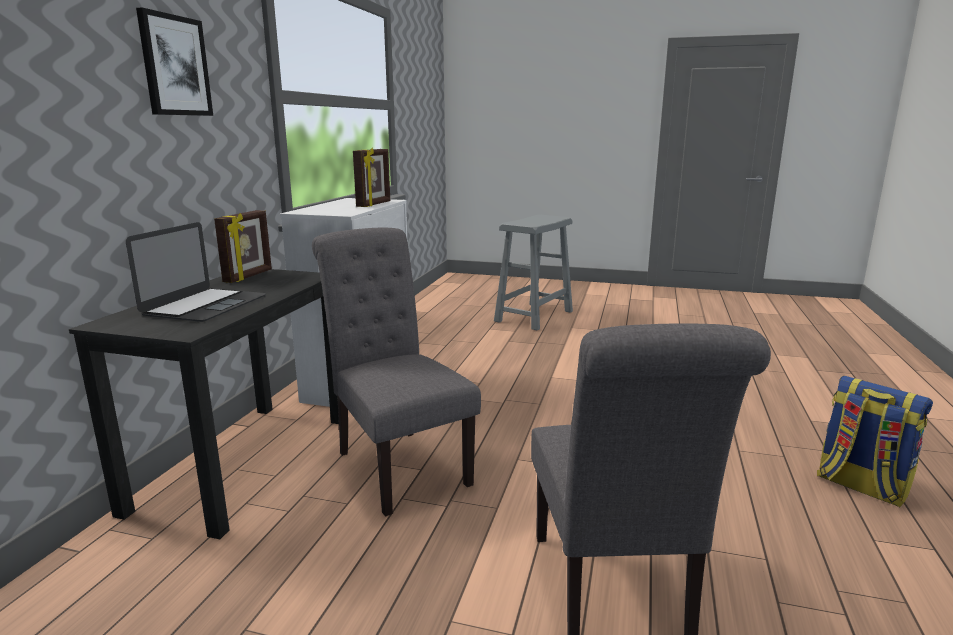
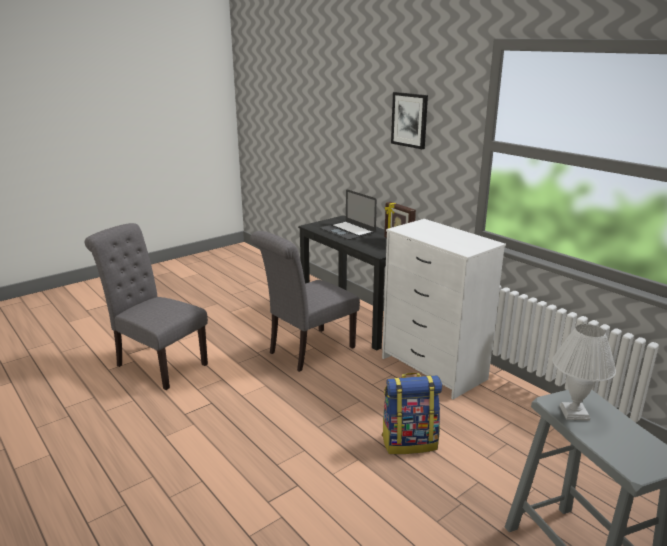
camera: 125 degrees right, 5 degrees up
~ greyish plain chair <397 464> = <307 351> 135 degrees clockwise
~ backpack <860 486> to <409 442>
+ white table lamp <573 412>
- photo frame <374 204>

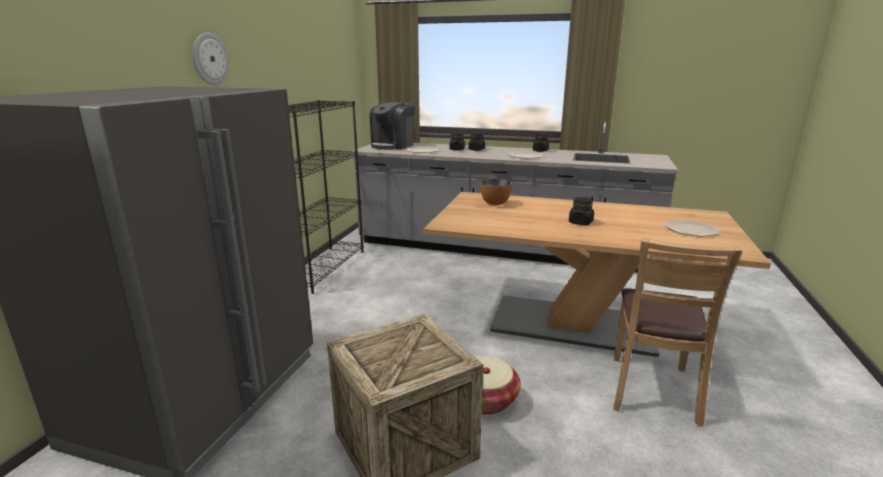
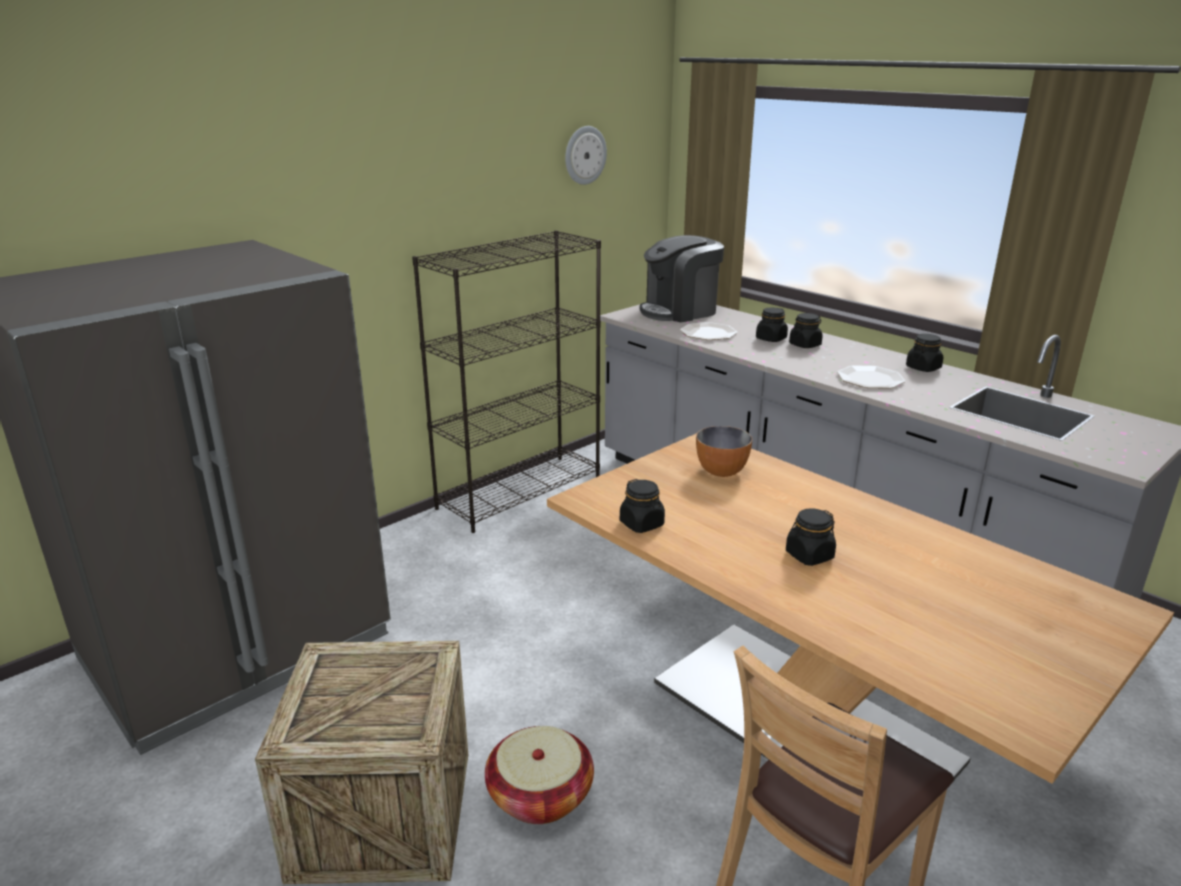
camera: 30 degrees right, 5 degrees up
~ hanging clock <210 59> to <584 155>
+ black-coloured jar <642 524>
- flat dish <691 229>

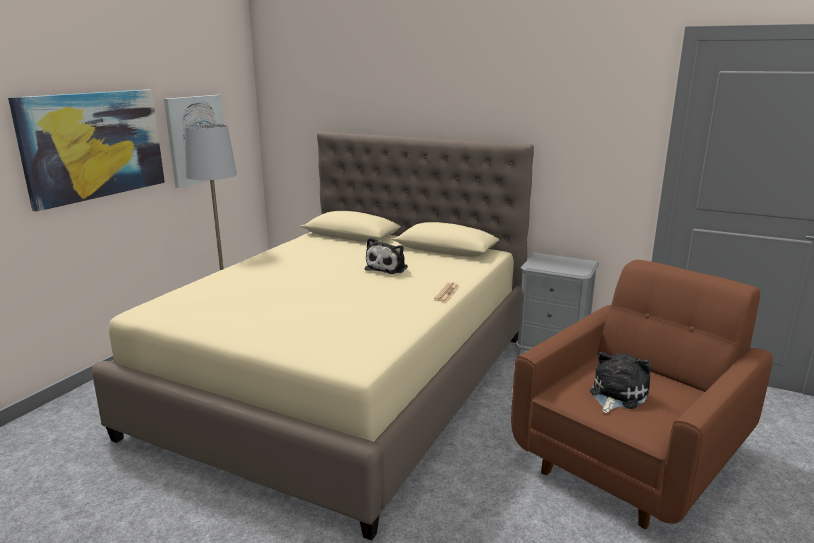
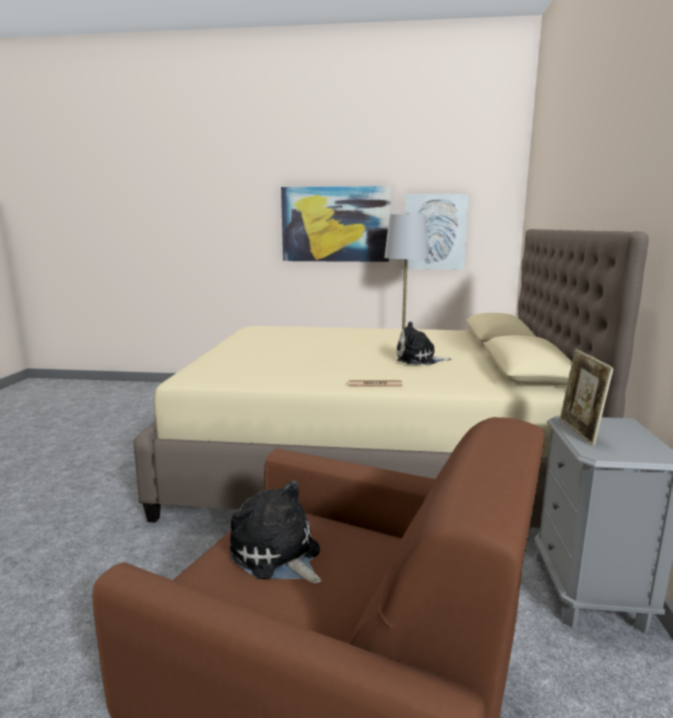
camera: 70 degrees right, 5 degrees down
~ plush toy <616 395> = <277 555> 150 degrees counterclockwise
+ photo frame <579 432>

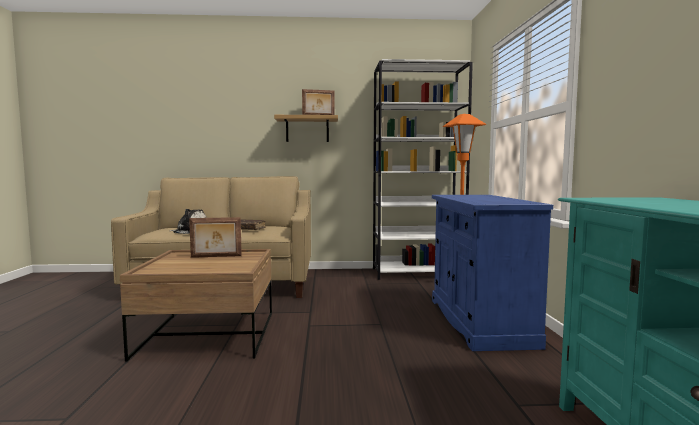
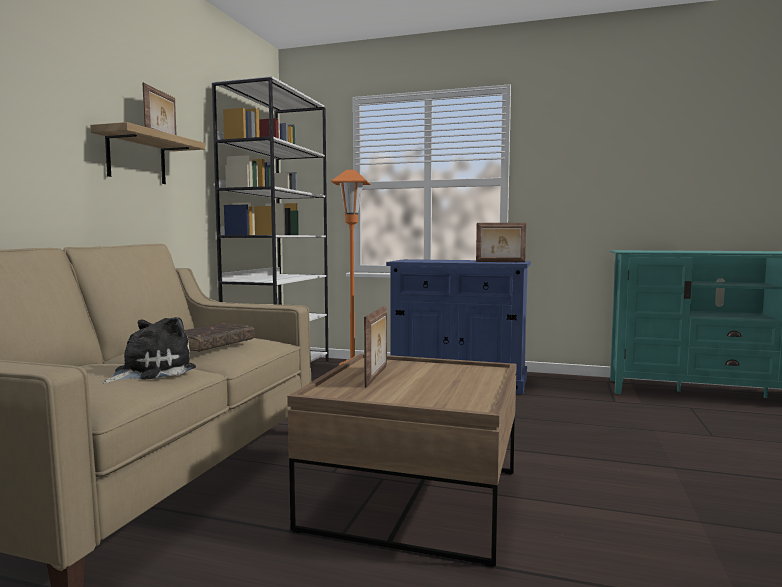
camera: 70 degrees left, 0 degrees up
+ photo frame <500 262>

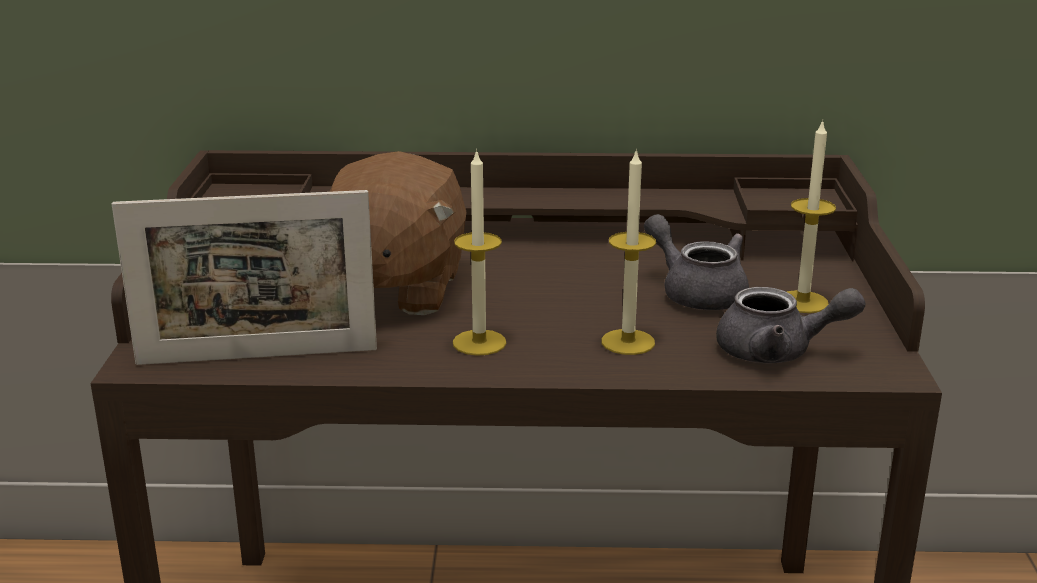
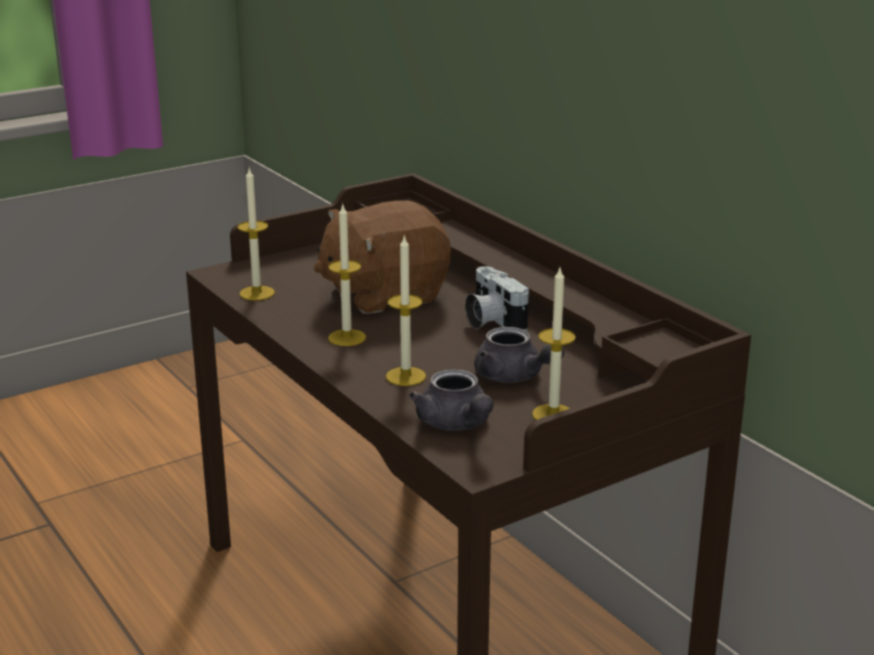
camera: 55 degrees right, 0 degrees up
~ photo frame <257 356> to wax candle <257 293>
+ photo camera <490 321>
~ greyish pot for tea <697 292> = <514 377> 120 degrees clockwise

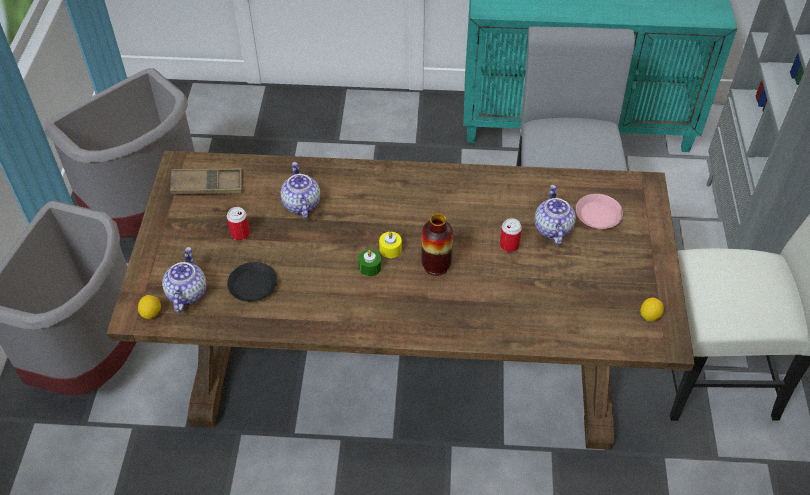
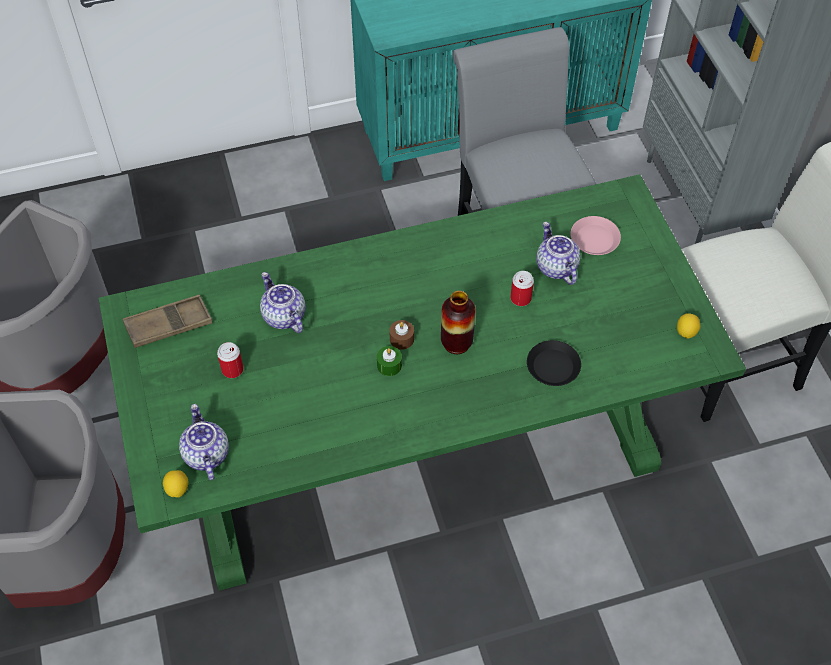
camera: 20 degrees left, 5 degrees up
~ brownish kitchen table <403 355> to green kitchen table <414 439>
~ yellow-coloured wax candle <390 249> to brownish wax candle <401 339>
~ black-coloured flat dish <253 285> to <553 366>

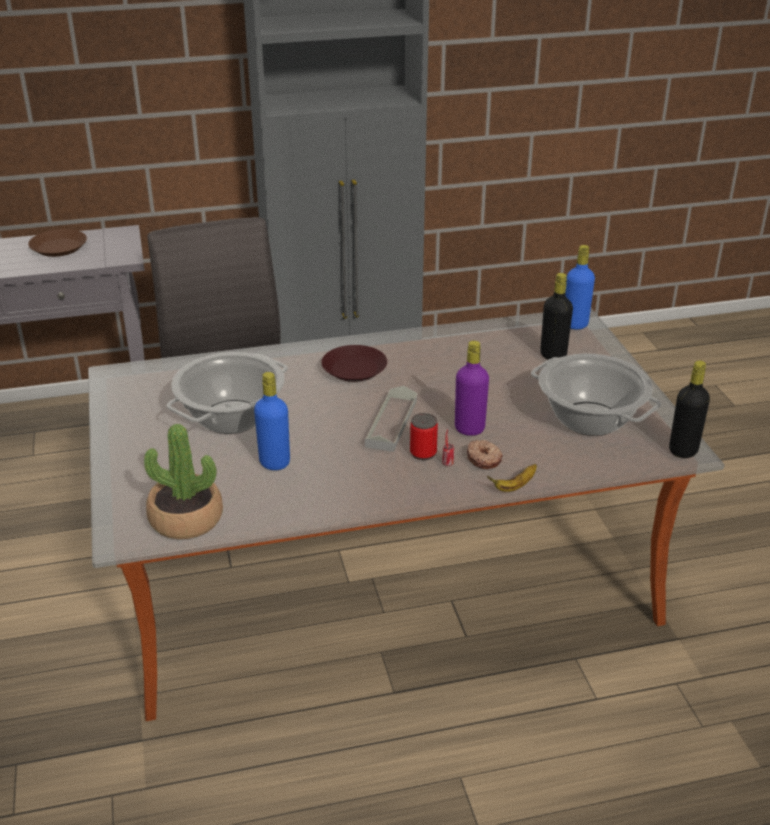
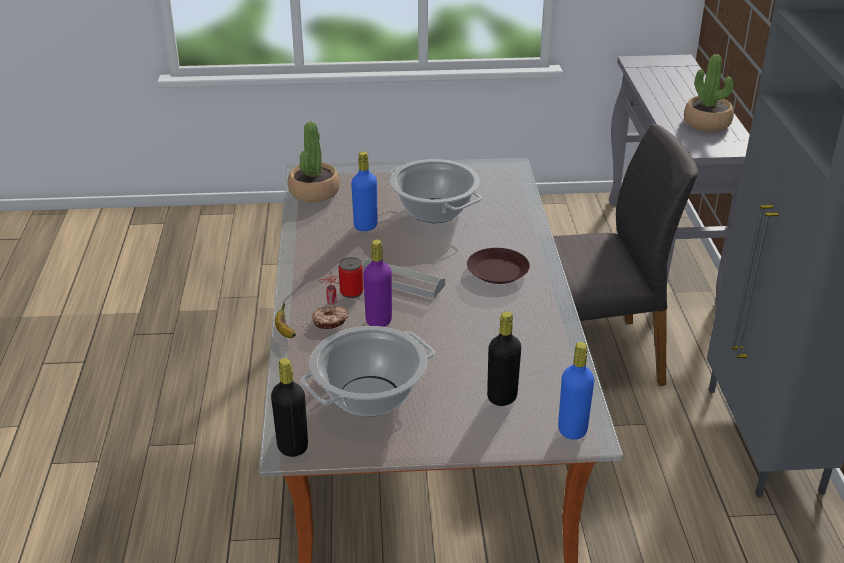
camera: 100 degrees right, 0 degrees up
~ brownish flat dish <59 247> to plant in a pot <707 123>

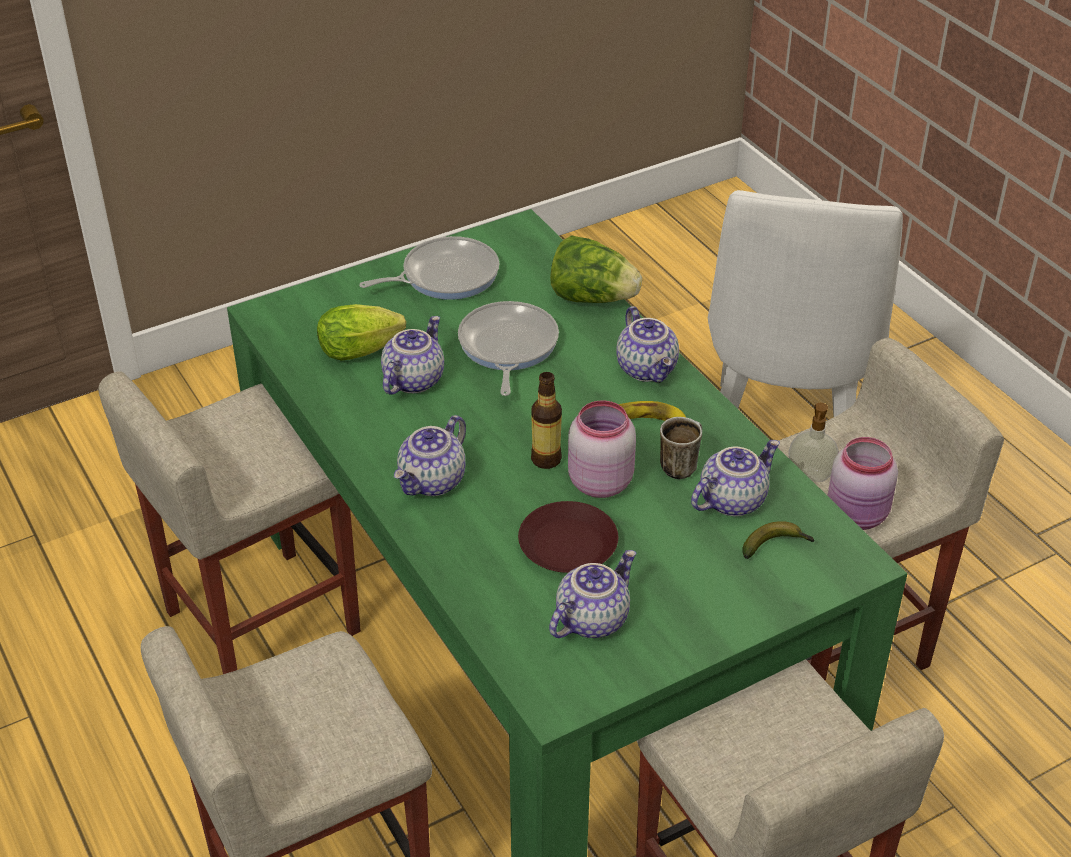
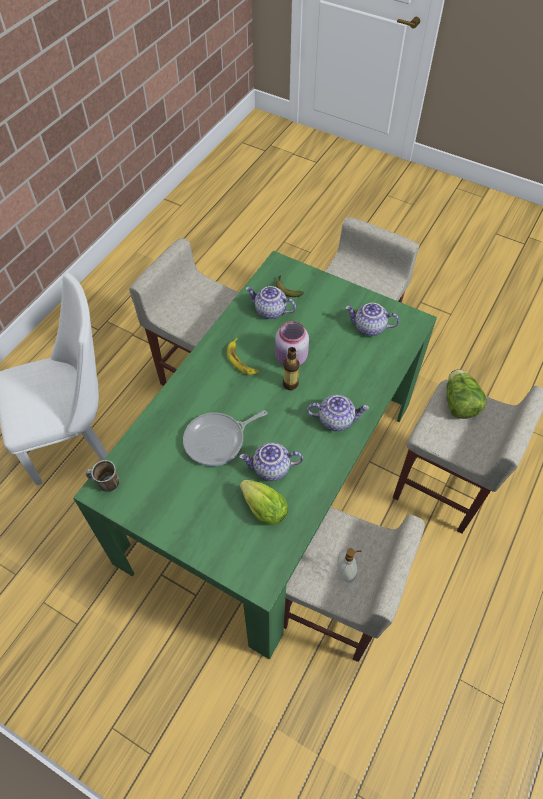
camera: 120 degrees left, 15 degrees up
~ mug <680 465> to <105 484>
~ soap dispenser <810 476> to <346 571>
~ head of lettuce <592 298> to <459 403>
- skillet <445 276>
- brownish flat dish <569 546>
- pot for tea <648 369>
- pink jar <858 516>

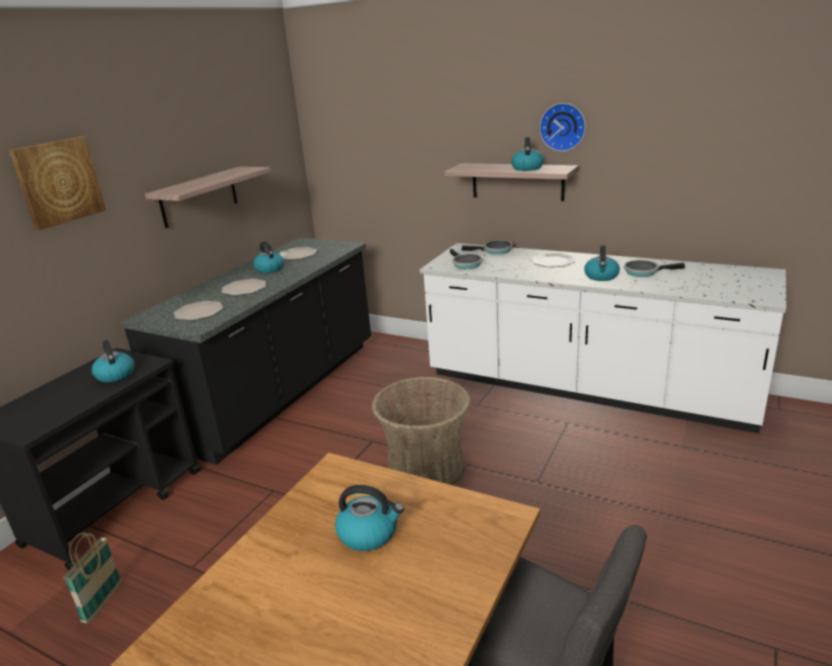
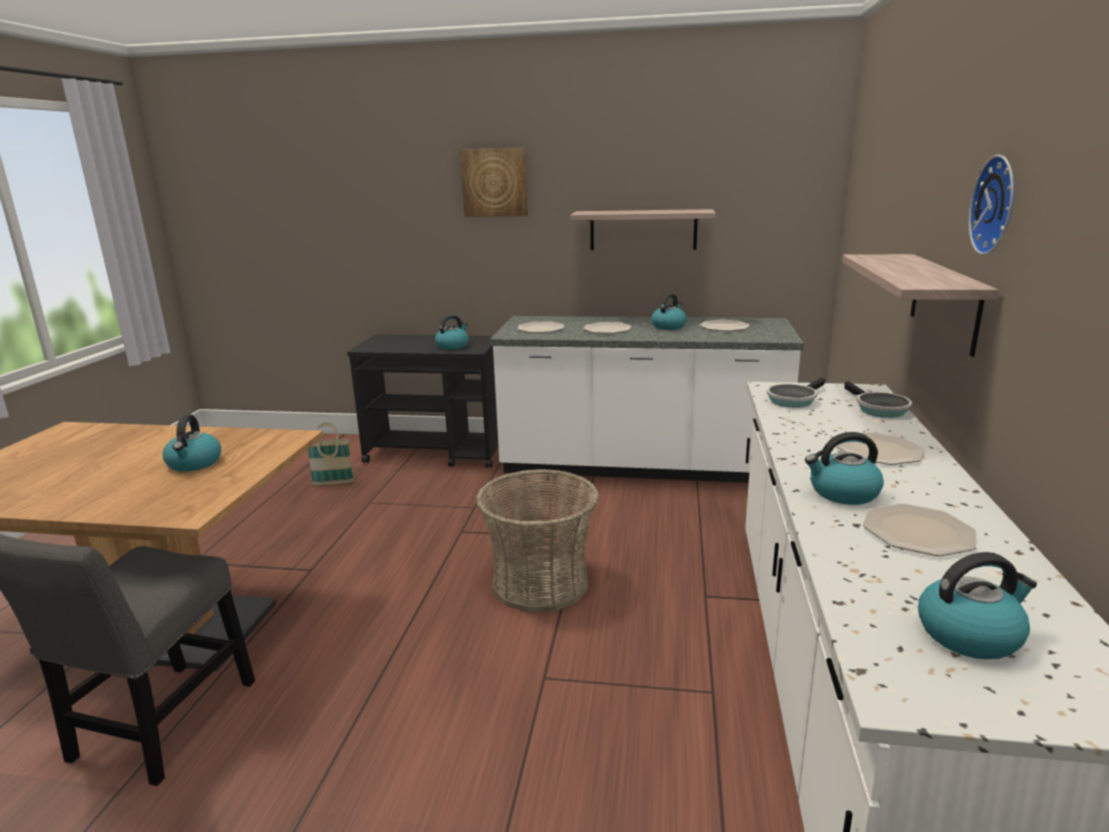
camera: 70 degrees right, 5 degrees down
~ black-coloured kitchen counter <280 392> to white kitchen counter <641 466>
~ skillet <644 272> to flat dish <918 531>
~ water kettle <527 168> to <969 634>

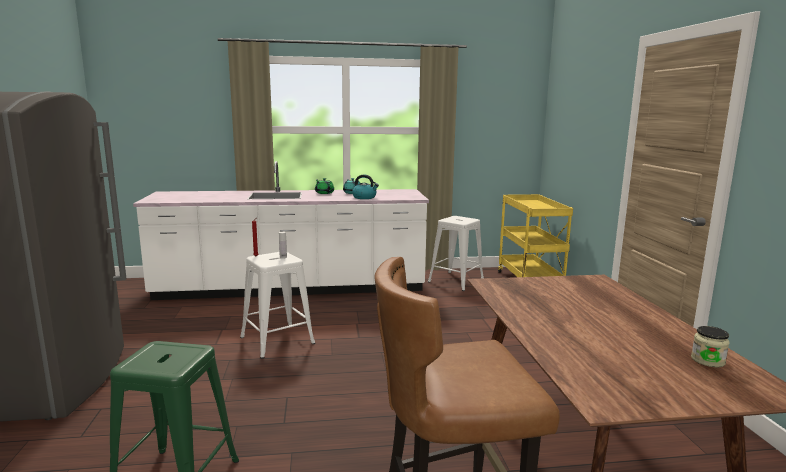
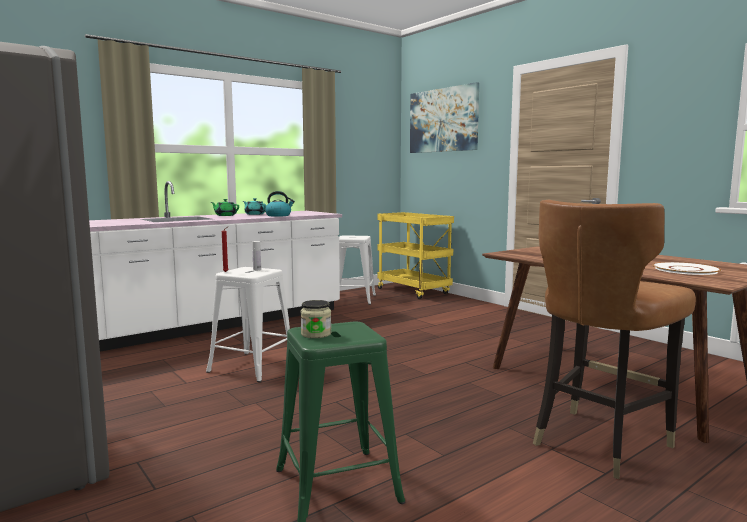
camera: 30 degrees left, 5 degrees down
~ jar <707 360> to <316 334>
+ wall picture <443 120>
+ white flat dish <685 270>

